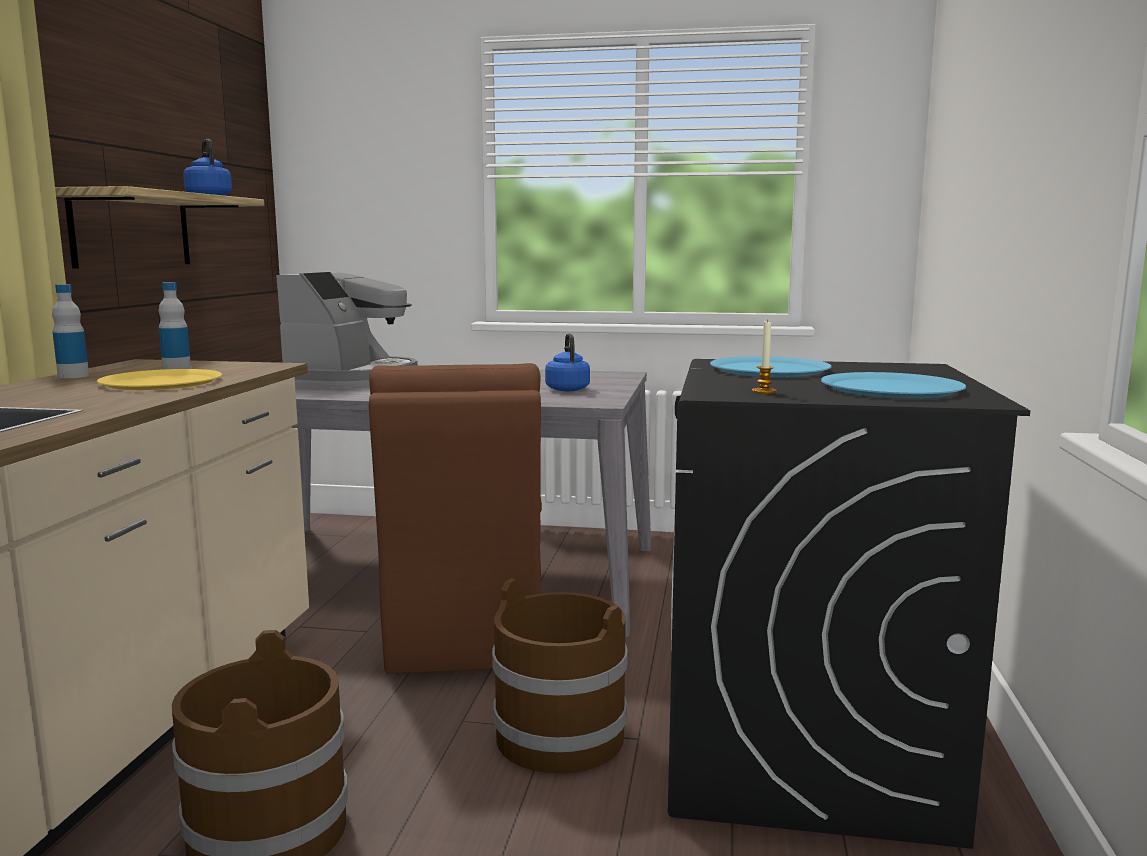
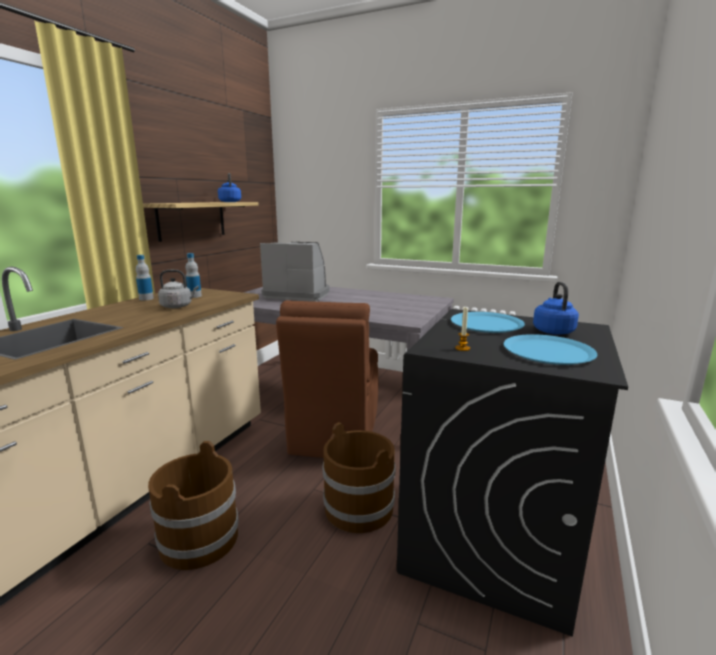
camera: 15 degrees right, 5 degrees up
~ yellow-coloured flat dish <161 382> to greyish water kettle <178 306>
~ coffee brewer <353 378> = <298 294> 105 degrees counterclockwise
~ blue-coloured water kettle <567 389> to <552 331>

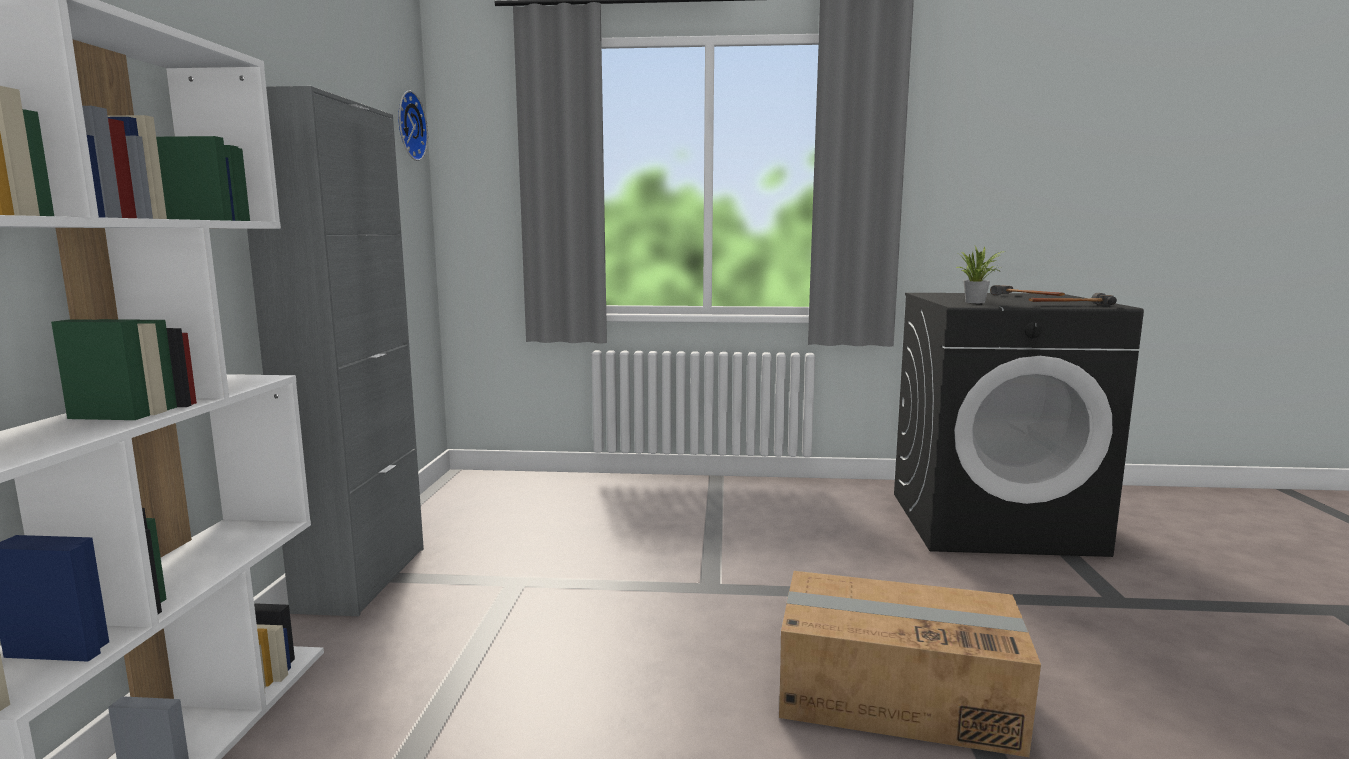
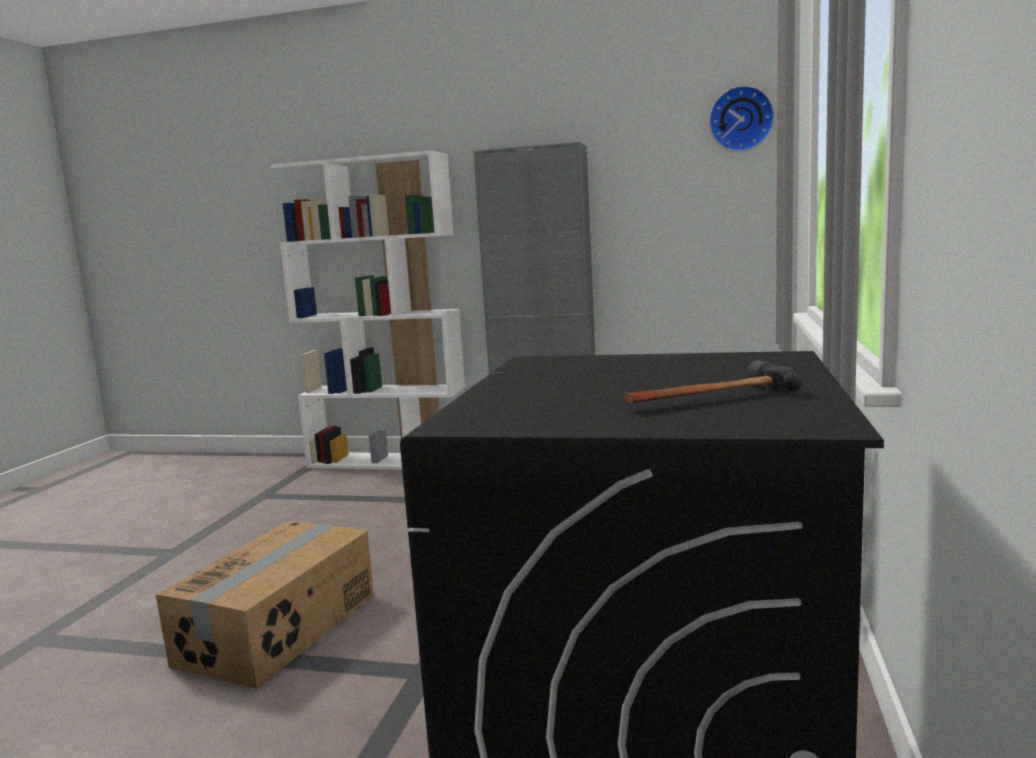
camera: 100 degrees right, 0 degrees up
- plant in a pot <977 302>
- hand hammer <1069 305>

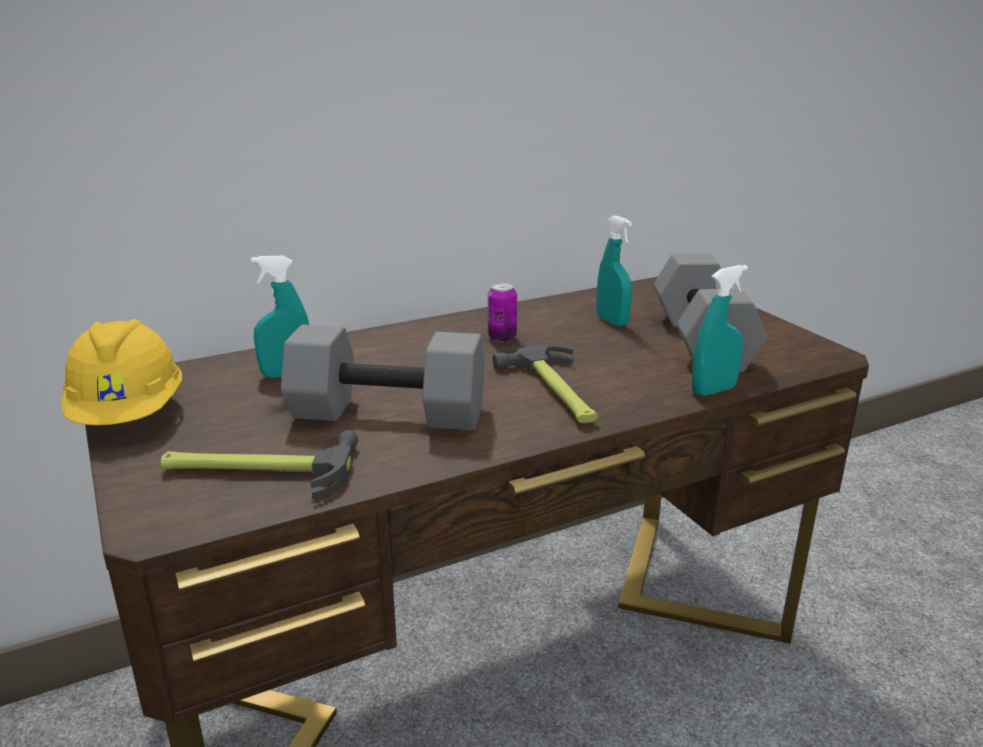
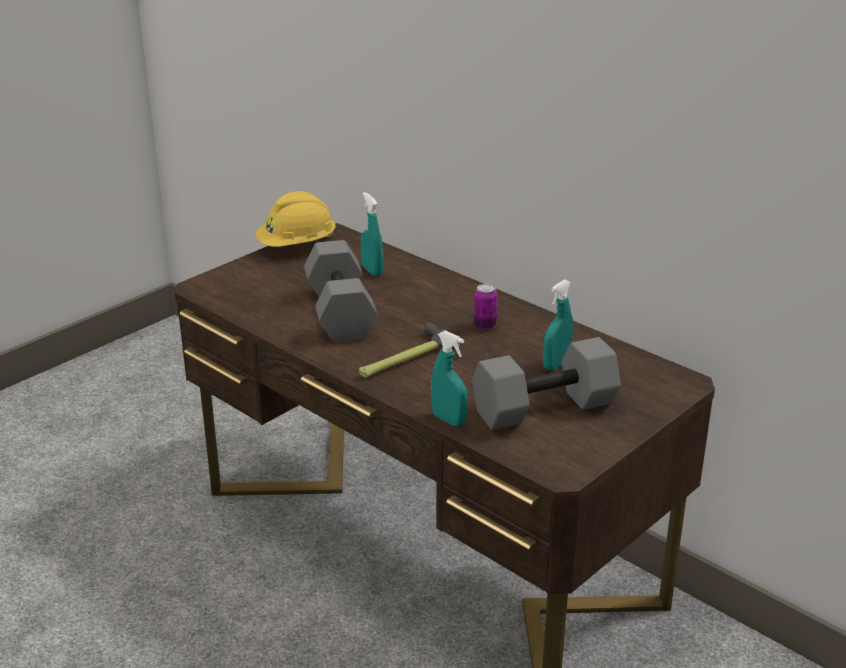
camera: 70 degrees right, 5 degrees up
- hand hammer <256 470>

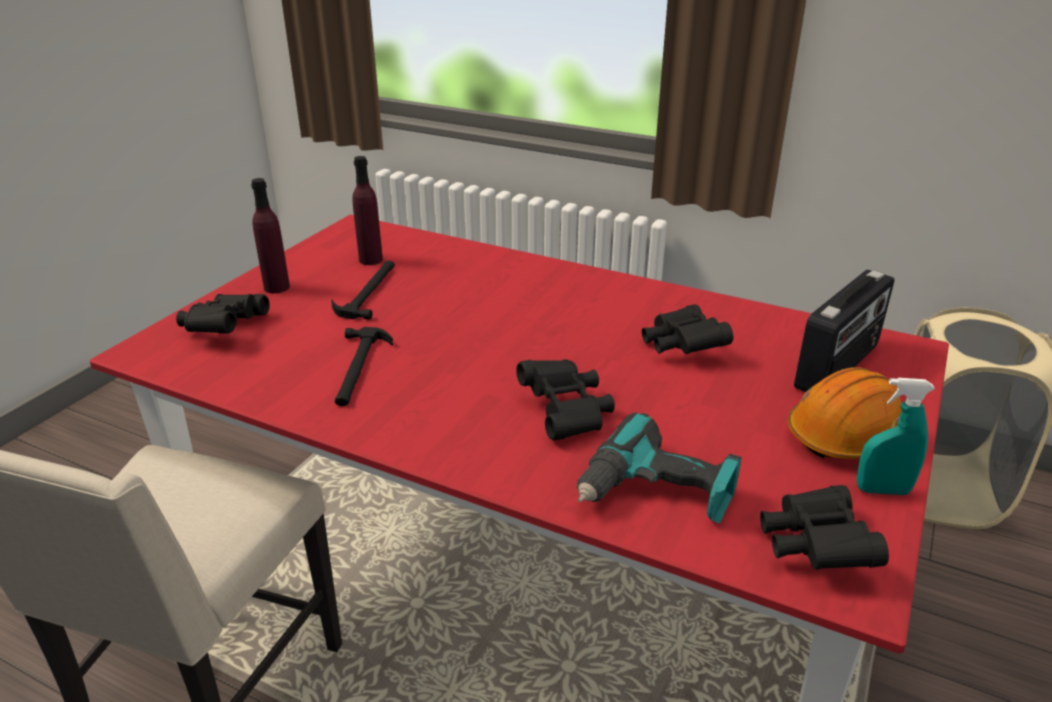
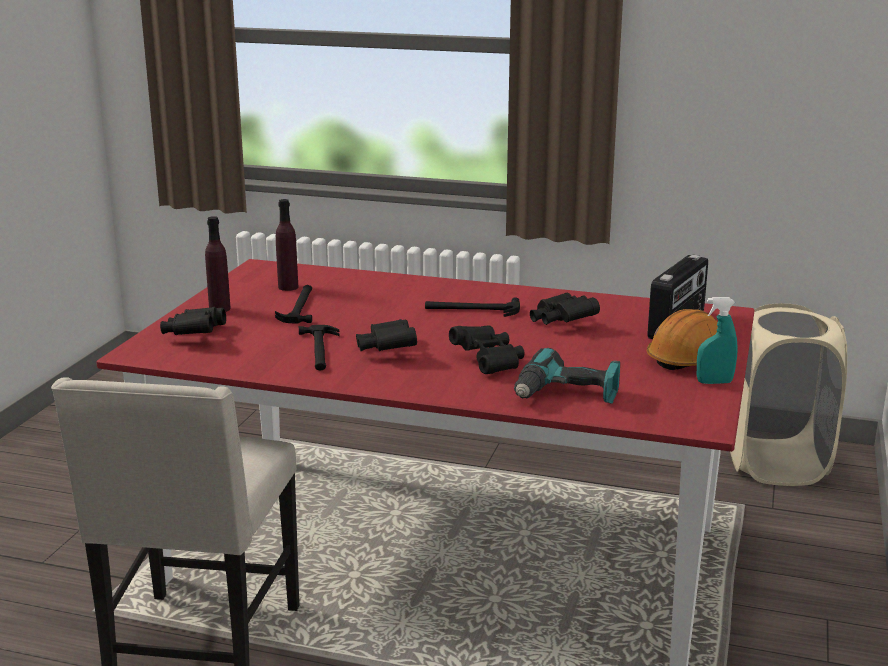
camera: 10 degrees left, 10 degrees down
~ black-coloured field glasses <814 546> to <387 350>
+ hand hammer <472 310>

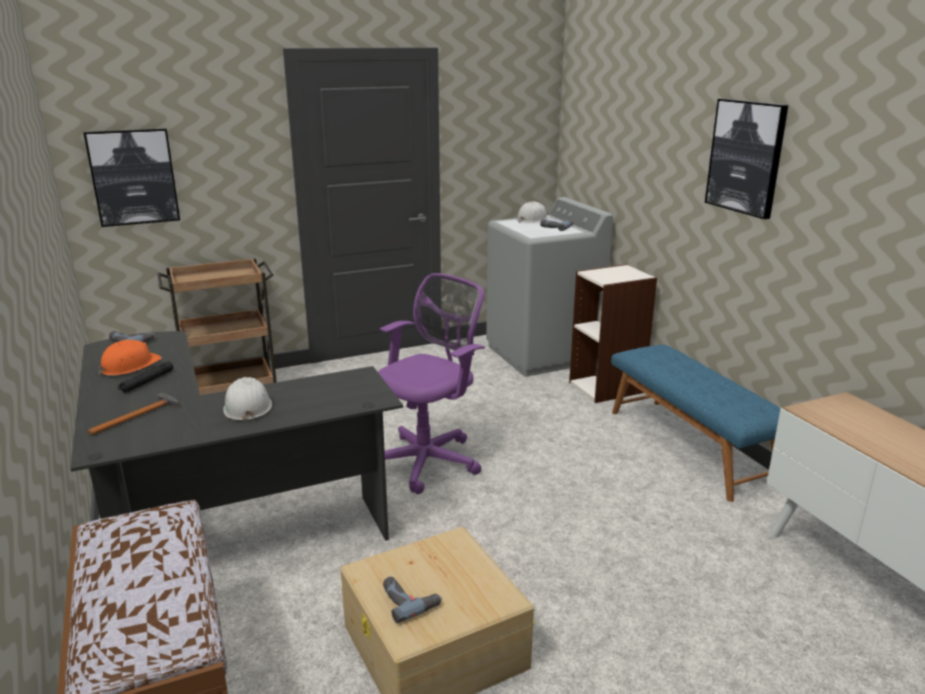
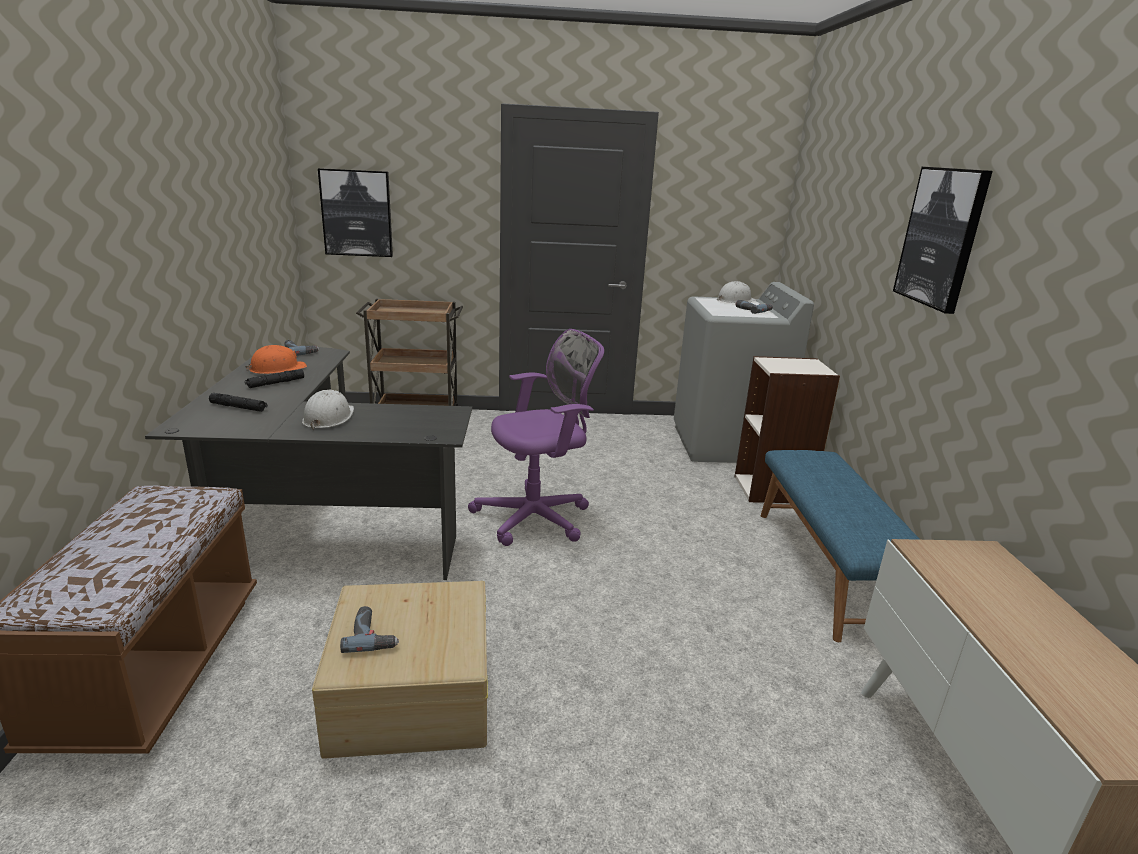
camera: 20 degrees right, 0 degrees up
~ hand hammer <138 416> to black-coloured torch <238 407>

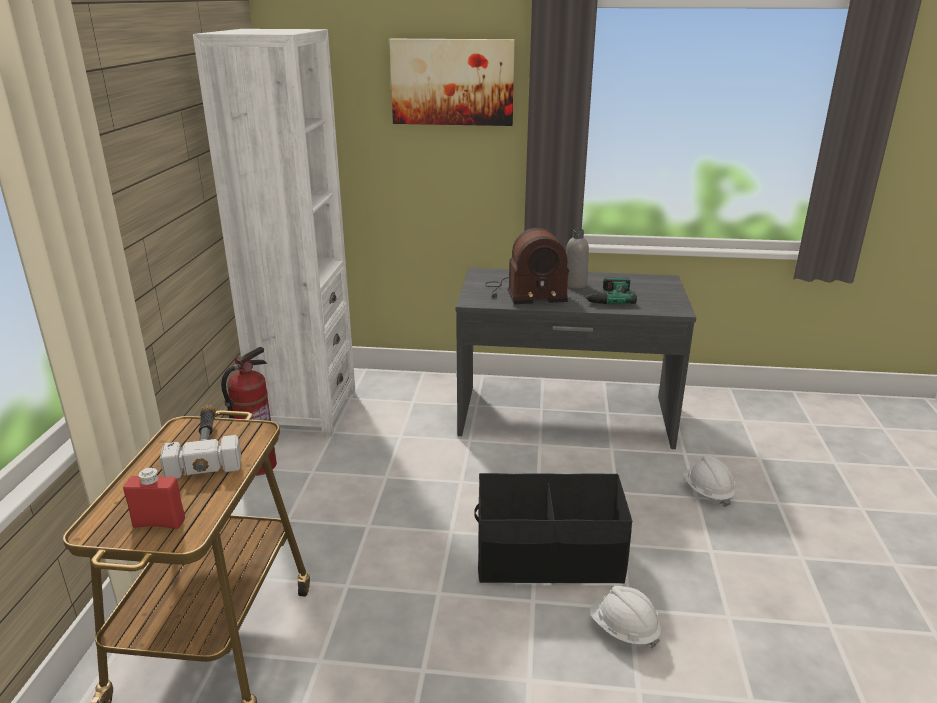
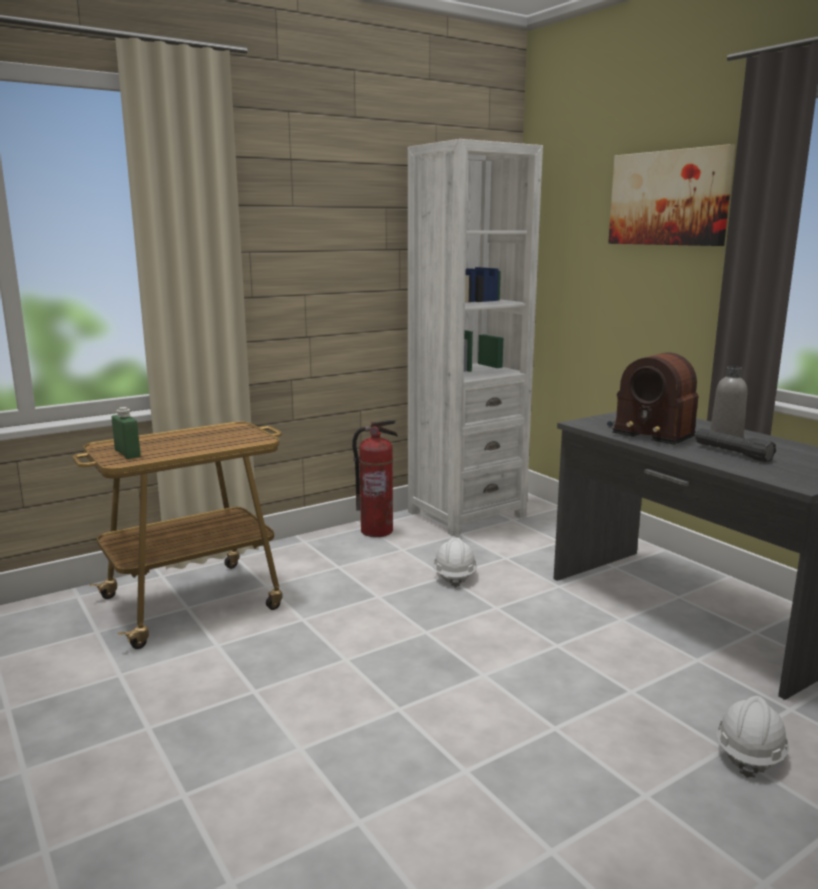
camera: 50 degrees right, 10 degrees down
~ reddish drink bottle <159 523> to green drink bottle <127 454>
~ white hard hat <623 630> to <454 576>
~ drill <603 297> to black-coloured torch <732 453>
- hand hammer <206 447>
- black-coloured storage container <548 558>

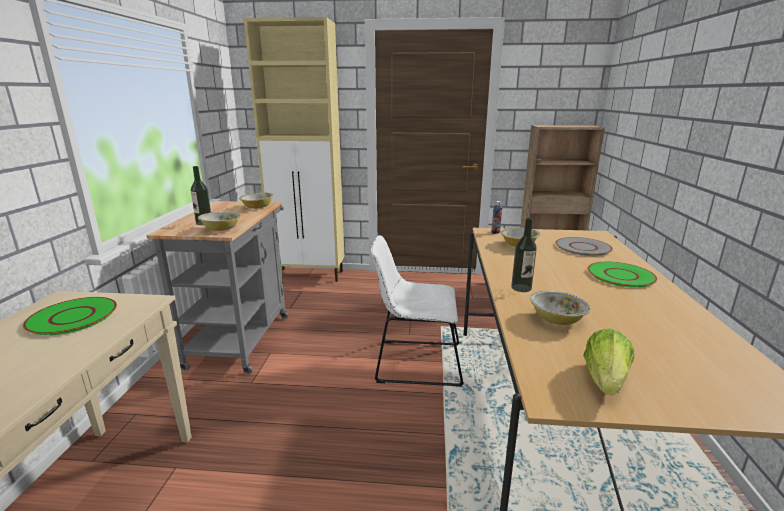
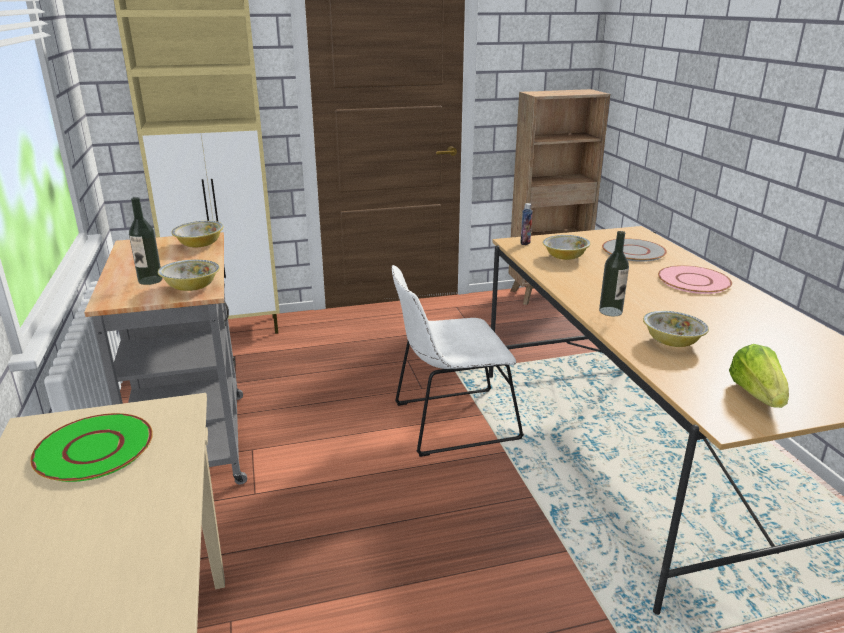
camera: 20 degrees left, 5 degrees up
~ green flat dish <620 275> to pink flat dish <693 281>

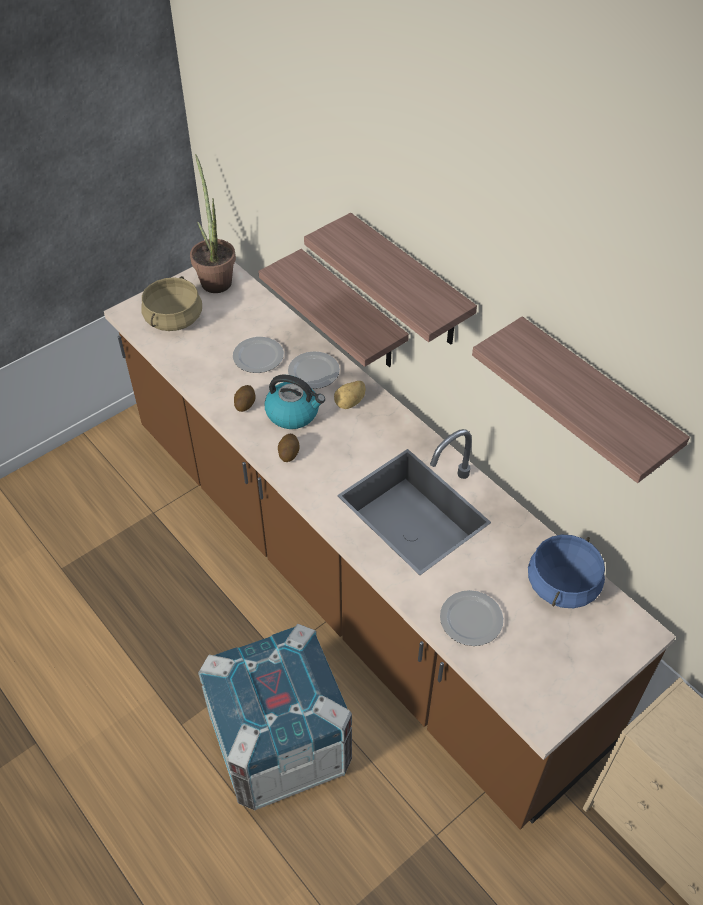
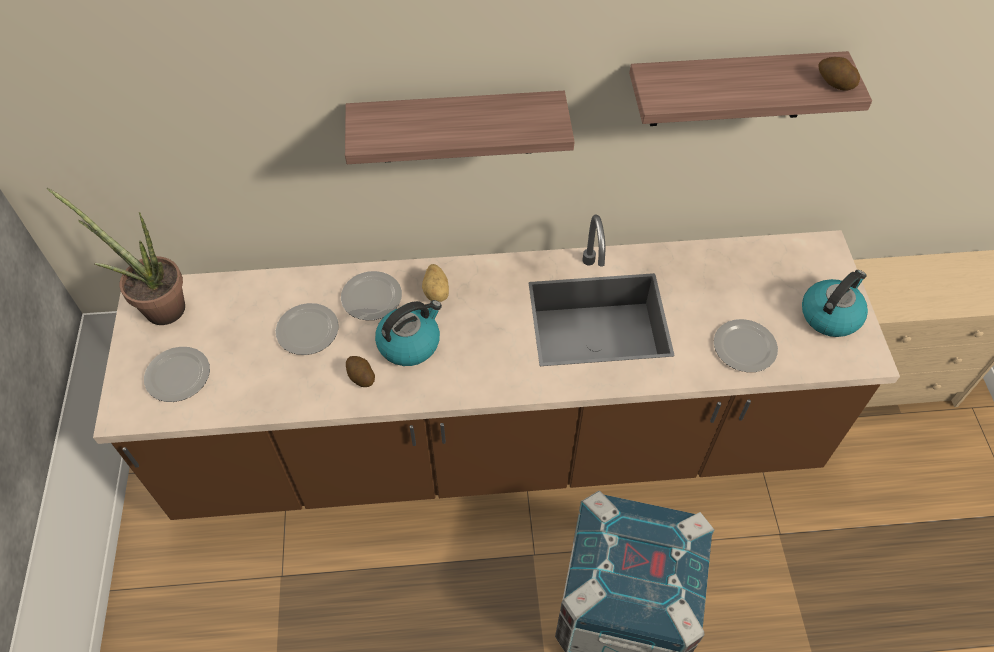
camera: 55 degrees left, 5 degrees up
~ sand-coloured cooking pot <173 318> to flat dish <177 375>
+ water kettle <830 315>
~ spud <288 453> to <834 83>
- wall shelf <352 312>
- blue-coloured cooking pot <563 585>

